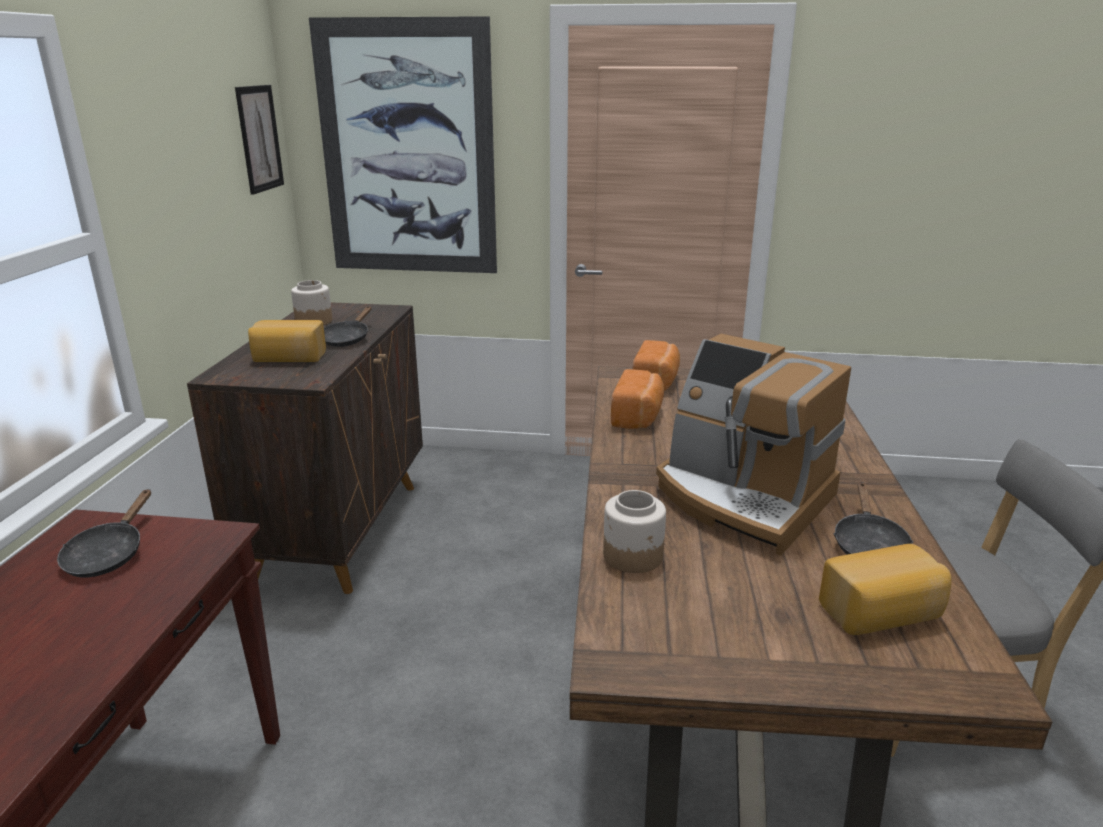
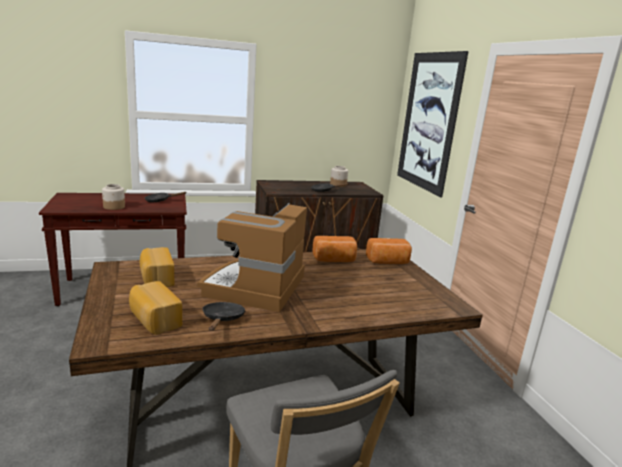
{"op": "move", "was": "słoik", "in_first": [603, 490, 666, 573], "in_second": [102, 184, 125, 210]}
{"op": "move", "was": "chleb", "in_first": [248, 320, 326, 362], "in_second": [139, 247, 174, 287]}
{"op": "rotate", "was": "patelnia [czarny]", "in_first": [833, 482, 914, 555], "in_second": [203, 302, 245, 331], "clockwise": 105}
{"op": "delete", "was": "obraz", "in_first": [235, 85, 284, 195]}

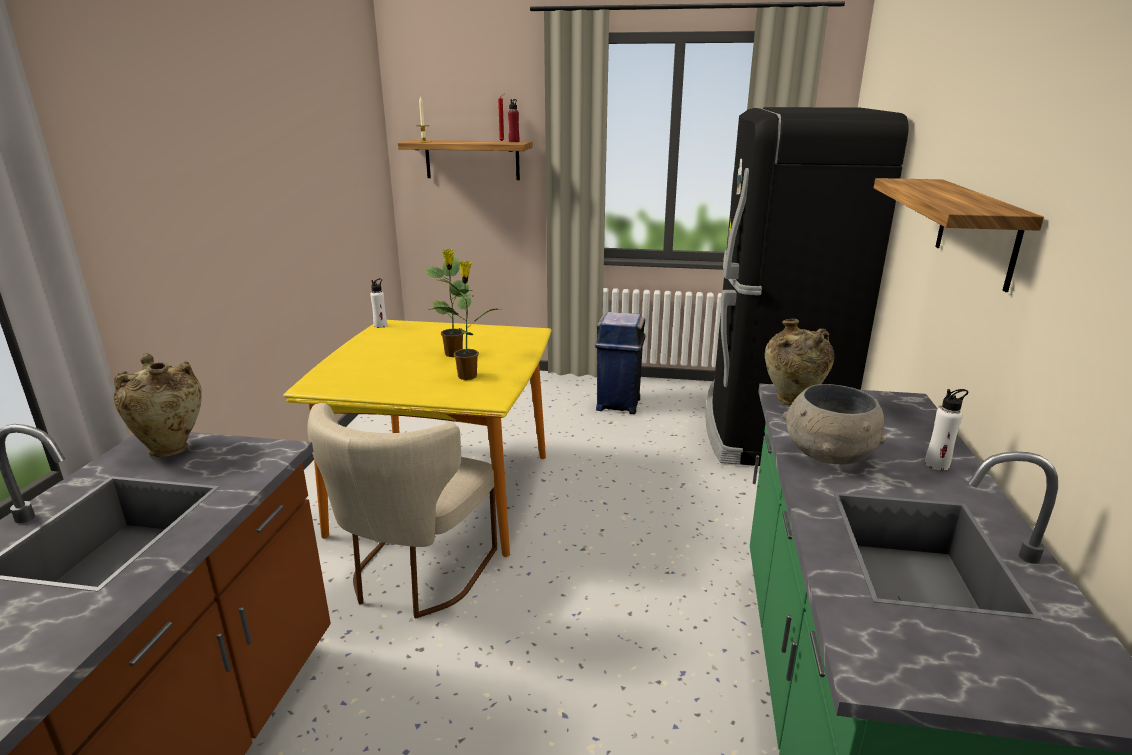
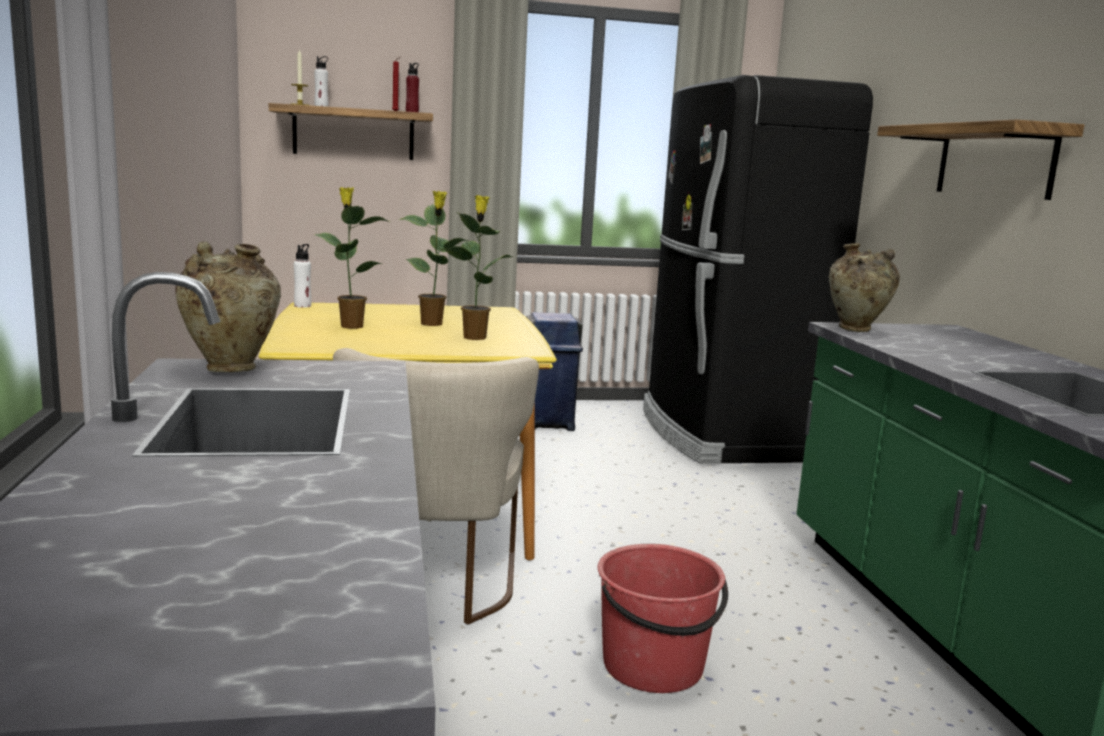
{"op": "move", "was": "butelka [biały]", "in_first": [925, 389, 968, 471], "in_second": [314, 56, 328, 107]}
{"op": "insert", "now": "roślina doniczkowa", "in_second": [315, 187, 391, 329]}
{"op": "insert", "now": "wiadro [czerwony]", "in_second": [598, 544, 728, 693]}
{"op": "delete", "was": "miska [szary]", "in_first": [783, 384, 886, 465]}

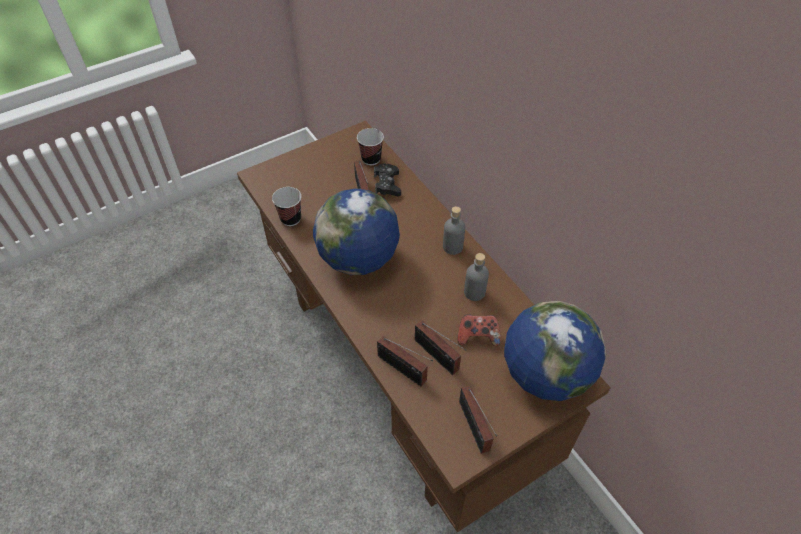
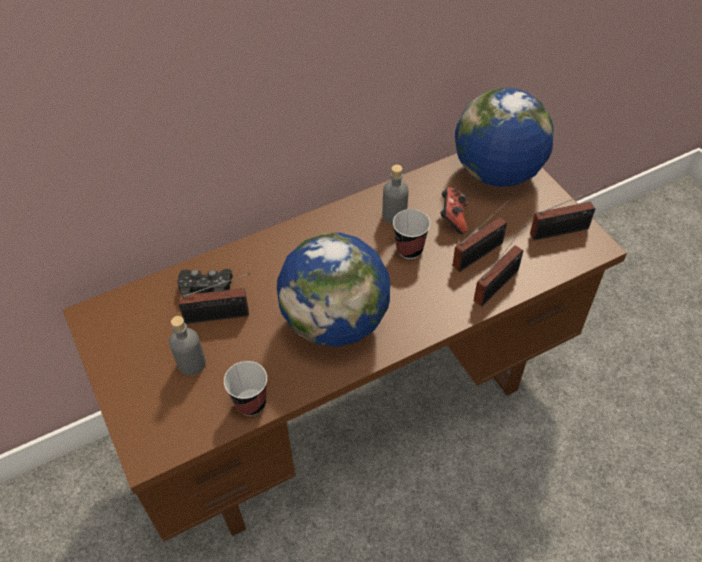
{"op": "move", "was": "butelka [szary]", "in_first": [443, 206, 465, 255], "in_second": [169, 316, 206, 376]}
{"op": "move", "was": "filiżanka", "in_first": [357, 128, 384, 165], "in_second": [393, 209, 430, 259]}

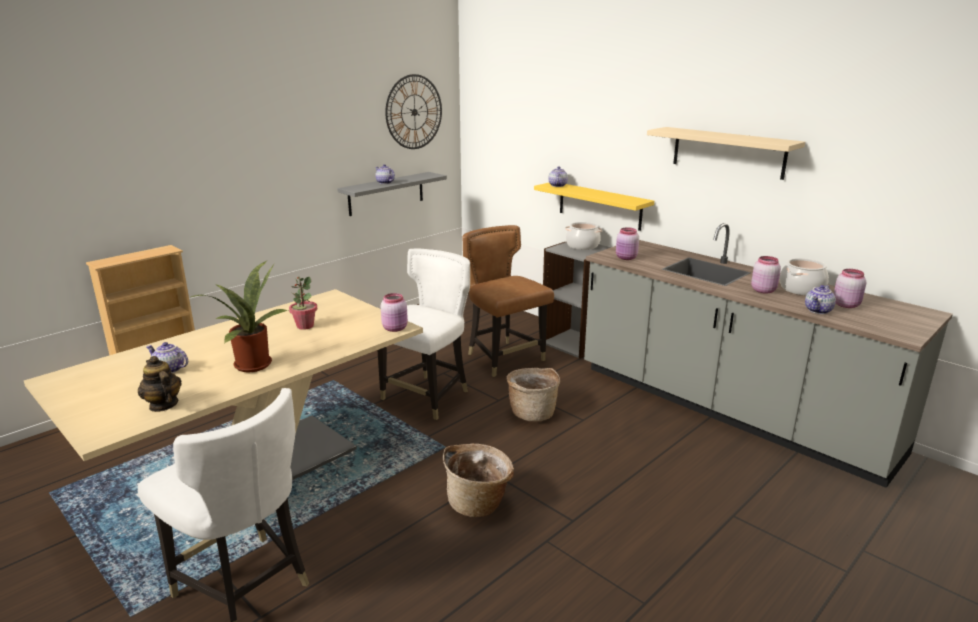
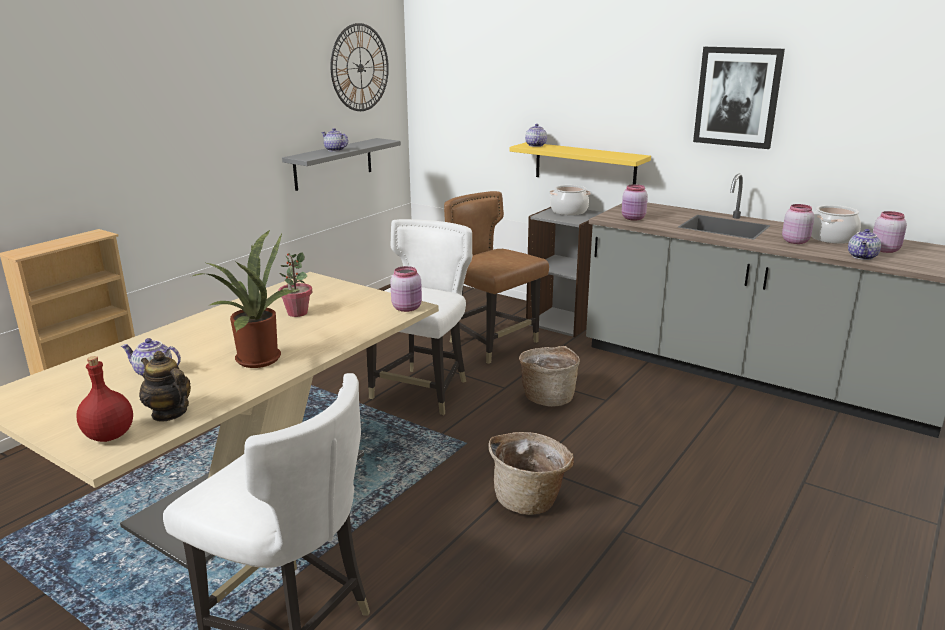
{"op": "insert", "now": "butelka [czerwony]", "in_second": [76, 356, 133, 442]}
{"op": "replace", "was": "półka [beżowy]", "now": "obraz", "in_first": [647, 127, 805, 180], "in_second": [693, 47, 785, 149]}

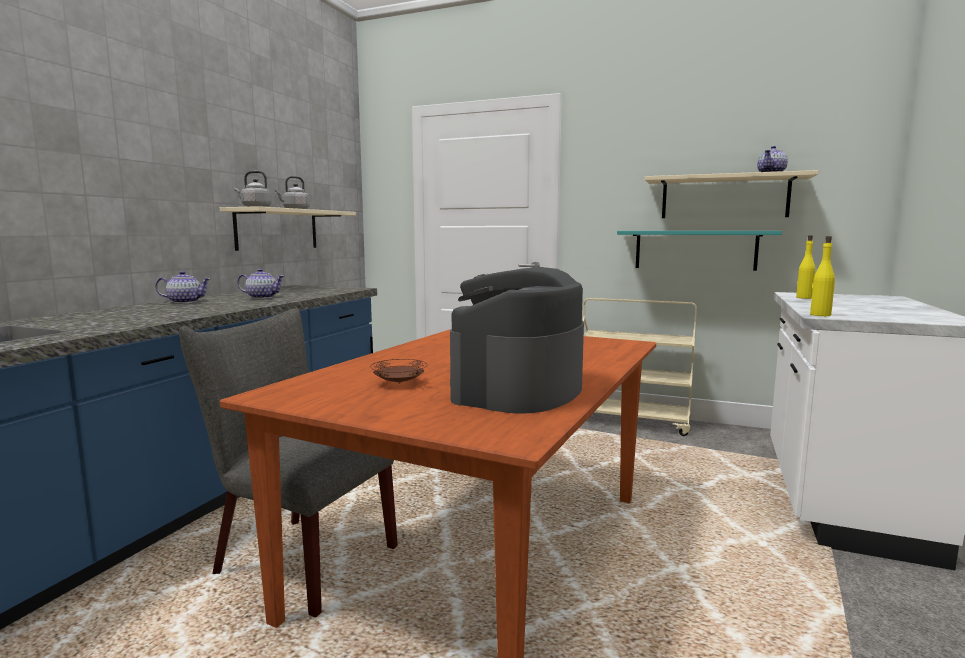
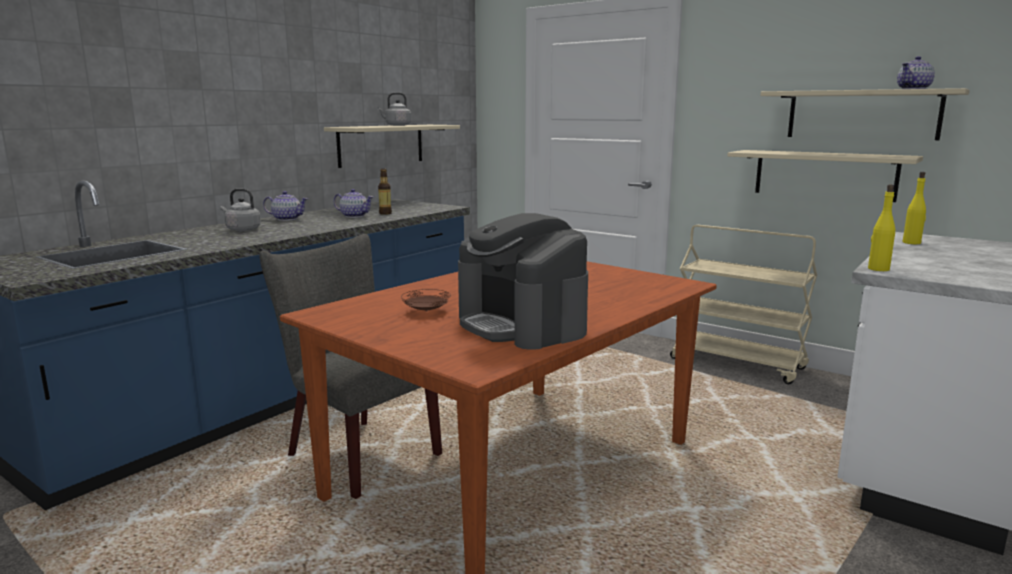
{"op": "move", "was": "czajnik [szary]", "in_first": [234, 171, 272, 207], "in_second": [220, 189, 261, 231]}
{"op": "insert", "now": "butelka", "in_second": [378, 169, 392, 215]}
{"op": "rotate", "was": "ekspres do kawy", "in_first": [450, 267, 584, 414], "in_second": [458, 213, 588, 350], "clockwise": -75}
{"op": "recolor", "was": "półka [turkusowy]", "now": "półka [beżowy]", "in_first": [617, 231, 782, 271], "in_second": [727, 150, 923, 202]}

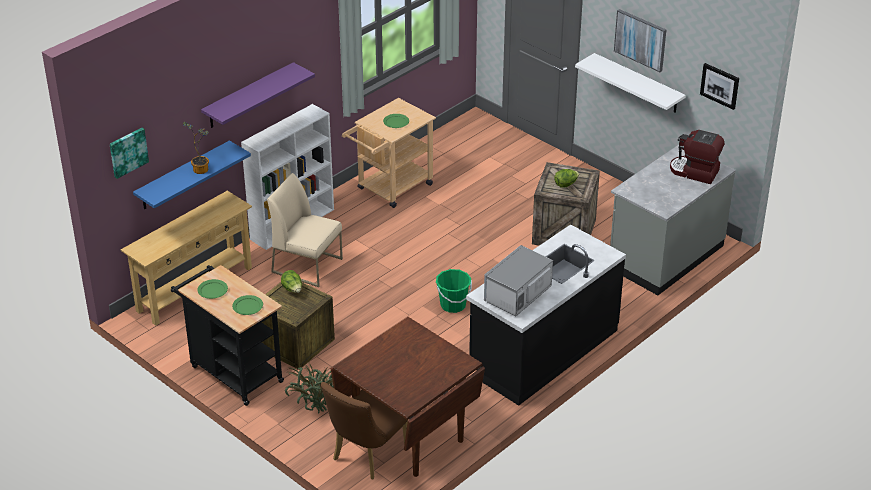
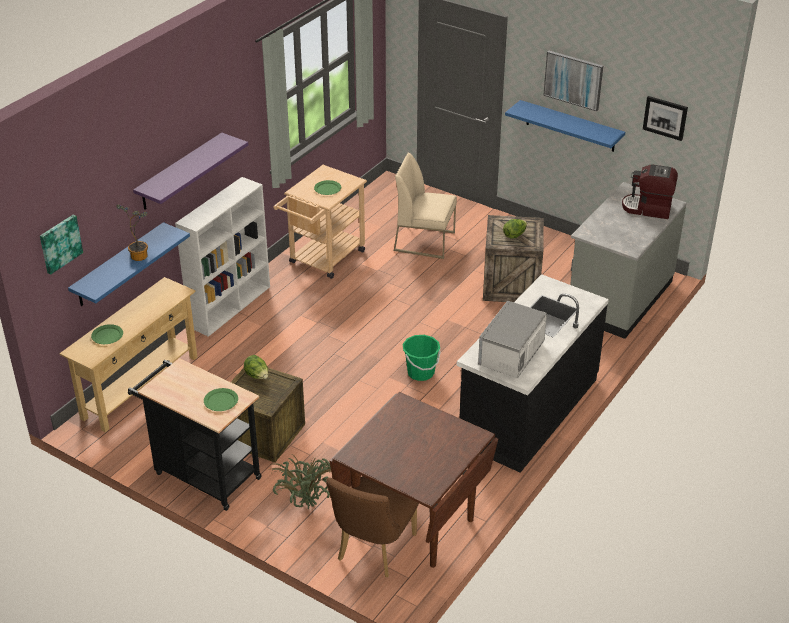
{"op": "move", "was": "talerz [zielony]", "in_first": [197, 279, 228, 299], "in_second": [91, 324, 123, 344]}
{"op": "move", "was": "krzesło [beżowy]", "in_first": [267, 173, 343, 287], "in_second": [394, 152, 457, 259]}
{"op": "recolor", "was": "półka [biały]", "now": "półka [niebieski]", "in_first": [575, 53, 686, 113], "in_second": [505, 100, 625, 152]}

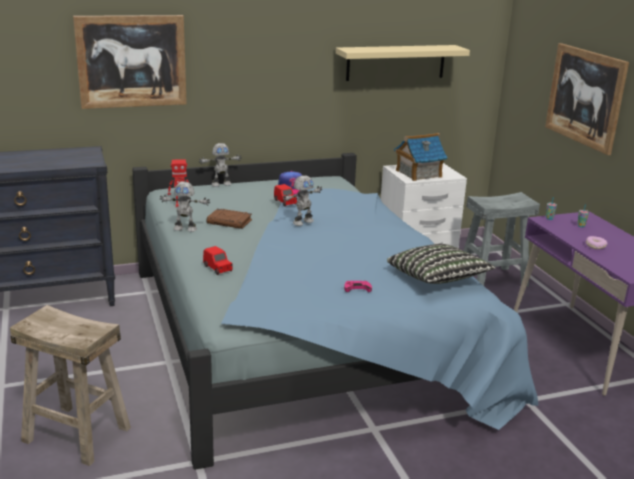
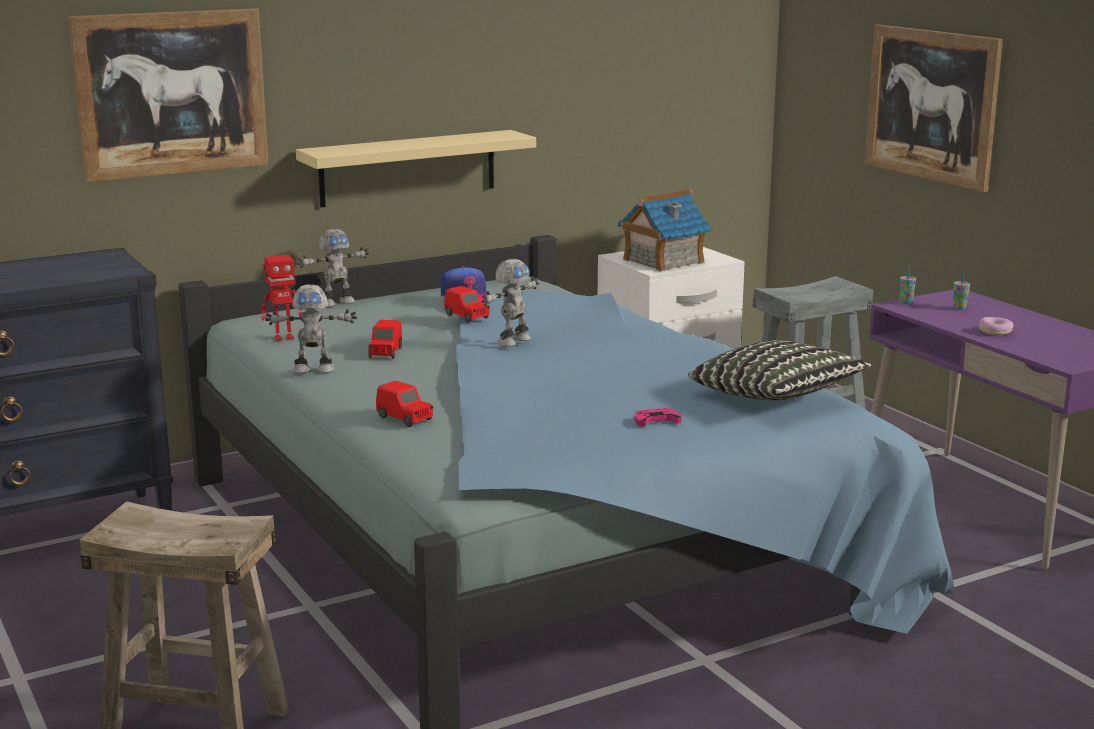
{"op": "move", "was": "półka [beżowy]", "in_first": [336, 45, 470, 81], "in_second": [296, 130, 536, 207]}
{"op": "replace", "was": "książka [brązowy]", "now": "samochodzik [czerwony]", "in_first": [206, 208, 252, 229], "in_second": [368, 320, 402, 359]}

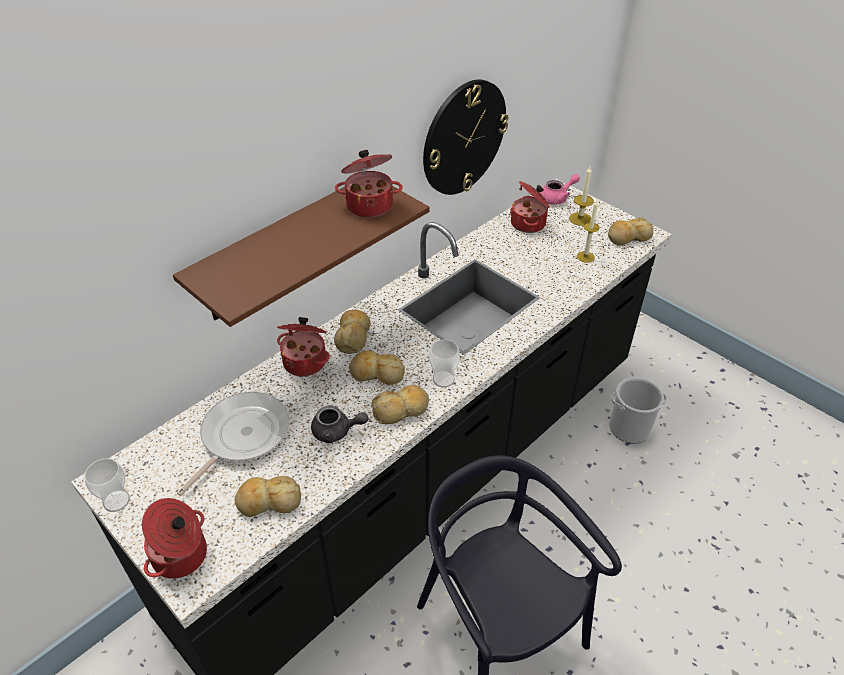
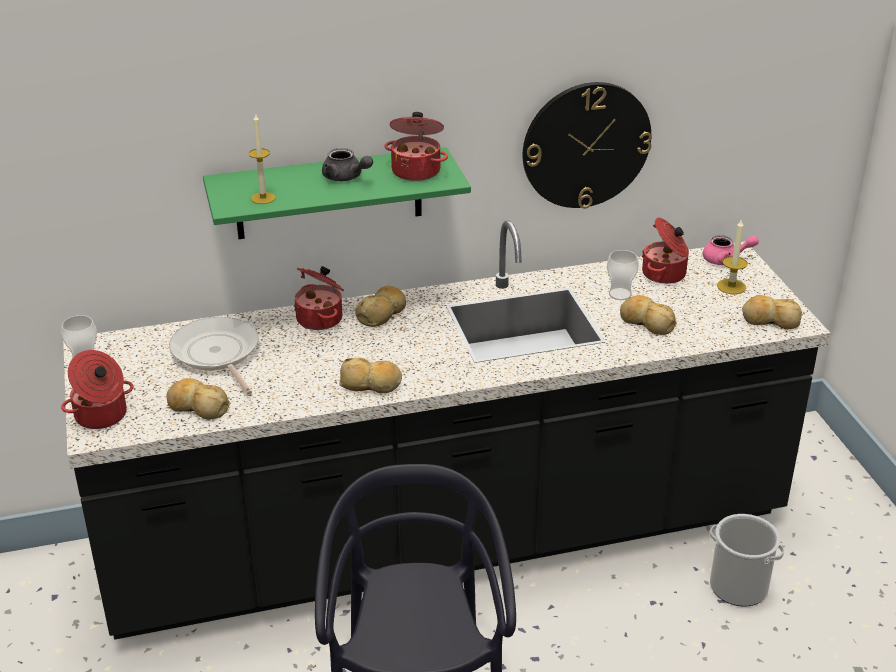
{"op": "rotate", "was": "patelnia", "in_first": [177, 392, 289, 496], "in_second": [169, 317, 259, 395], "clockwise": -90}
{"op": "recolor", "was": "półka [brązowy]", "now": "półka [zielony]", "in_first": [173, 186, 429, 327], "in_second": [203, 147, 471, 239]}
{"op": "move", "was": "świeca", "in_first": [577, 201, 599, 263], "in_second": [249, 113, 275, 204]}
{"op": "move", "was": "imbryk [szary]", "in_first": [311, 406, 368, 443], "in_second": [322, 148, 373, 181]}
{"op": "move", "was": "filiżanka", "in_first": [429, 339, 460, 388], "in_second": [607, 250, 639, 300]}
{"op": "move", "was": "chleb", "in_first": [349, 351, 405, 385], "in_second": [620, 295, 677, 335]}

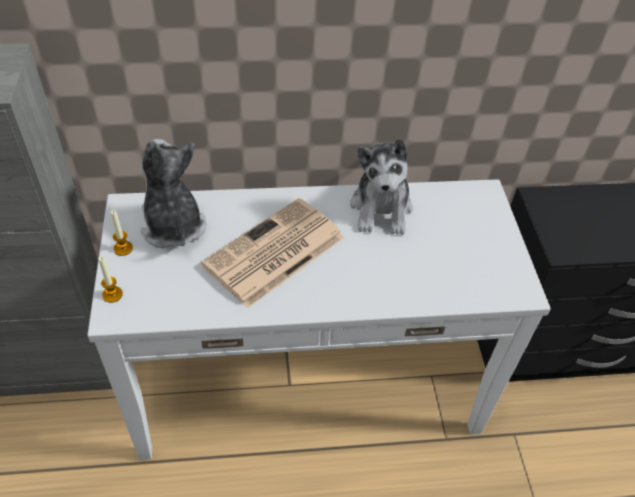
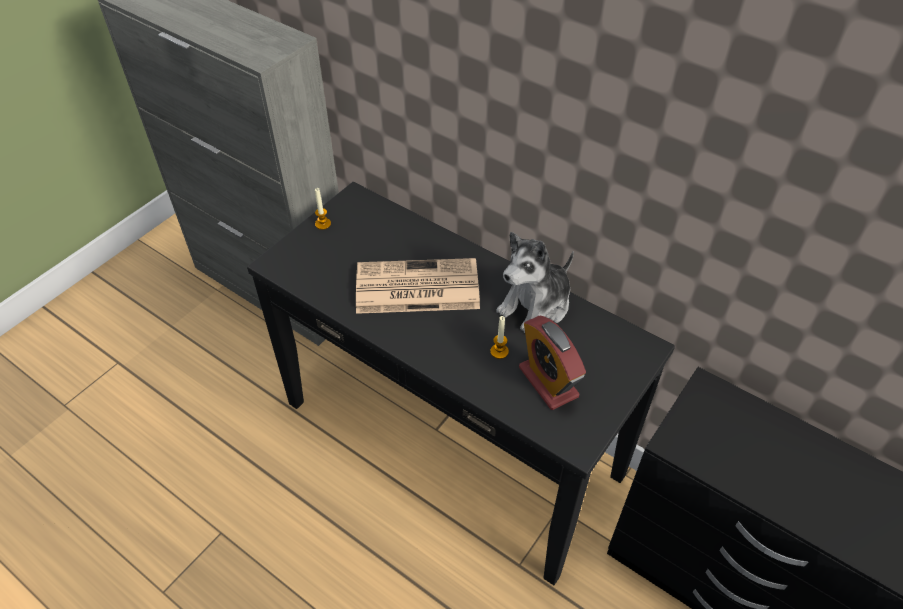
{"op": "recolor", "was": "stolik konsolowy [biały]", "now": "stolik konsolowy [czarny]", "in_first": [87, 179, 551, 460], "in_second": [247, 182, 675, 585]}
{"op": "move", "was": "świeca", "in_first": [98, 256, 123, 303], "in_second": [490, 316, 509, 359]}
{"op": "insert", "now": "budzik", "in_second": [519, 315, 586, 410]}
{"op": "delete", "was": "pluszak", "in_first": [141, 139, 206, 248]}

